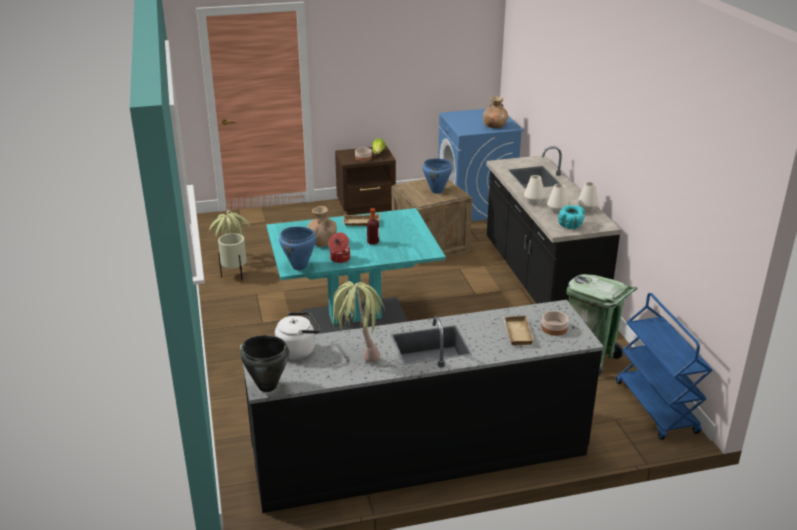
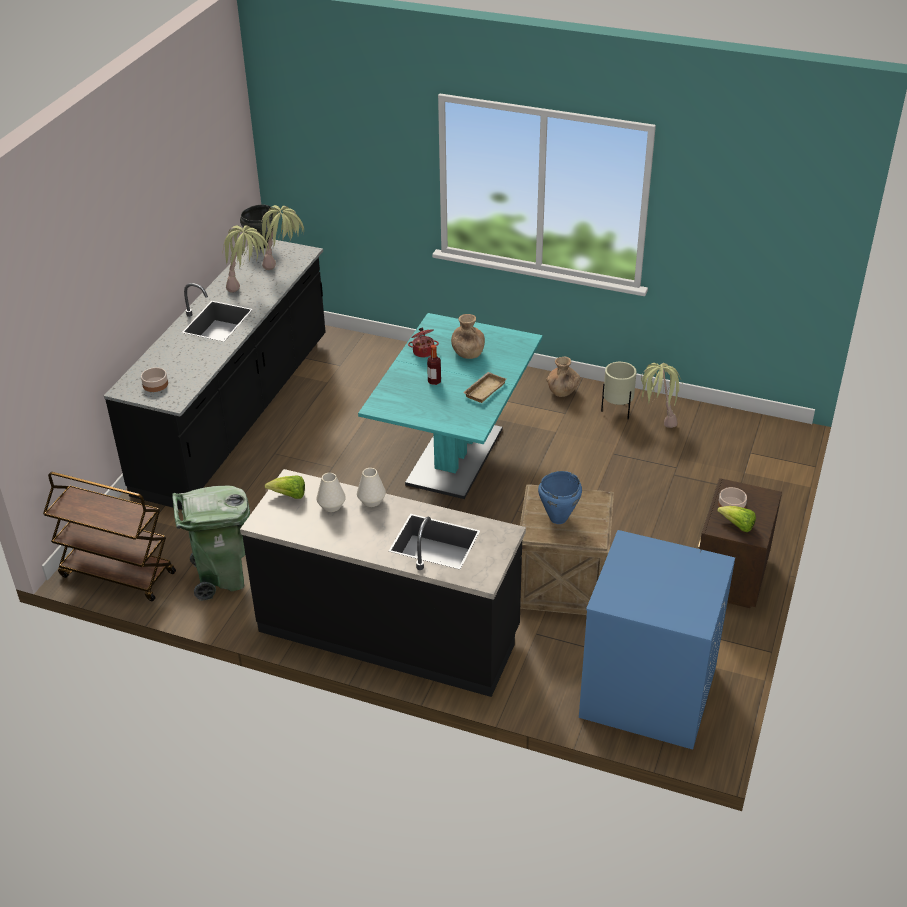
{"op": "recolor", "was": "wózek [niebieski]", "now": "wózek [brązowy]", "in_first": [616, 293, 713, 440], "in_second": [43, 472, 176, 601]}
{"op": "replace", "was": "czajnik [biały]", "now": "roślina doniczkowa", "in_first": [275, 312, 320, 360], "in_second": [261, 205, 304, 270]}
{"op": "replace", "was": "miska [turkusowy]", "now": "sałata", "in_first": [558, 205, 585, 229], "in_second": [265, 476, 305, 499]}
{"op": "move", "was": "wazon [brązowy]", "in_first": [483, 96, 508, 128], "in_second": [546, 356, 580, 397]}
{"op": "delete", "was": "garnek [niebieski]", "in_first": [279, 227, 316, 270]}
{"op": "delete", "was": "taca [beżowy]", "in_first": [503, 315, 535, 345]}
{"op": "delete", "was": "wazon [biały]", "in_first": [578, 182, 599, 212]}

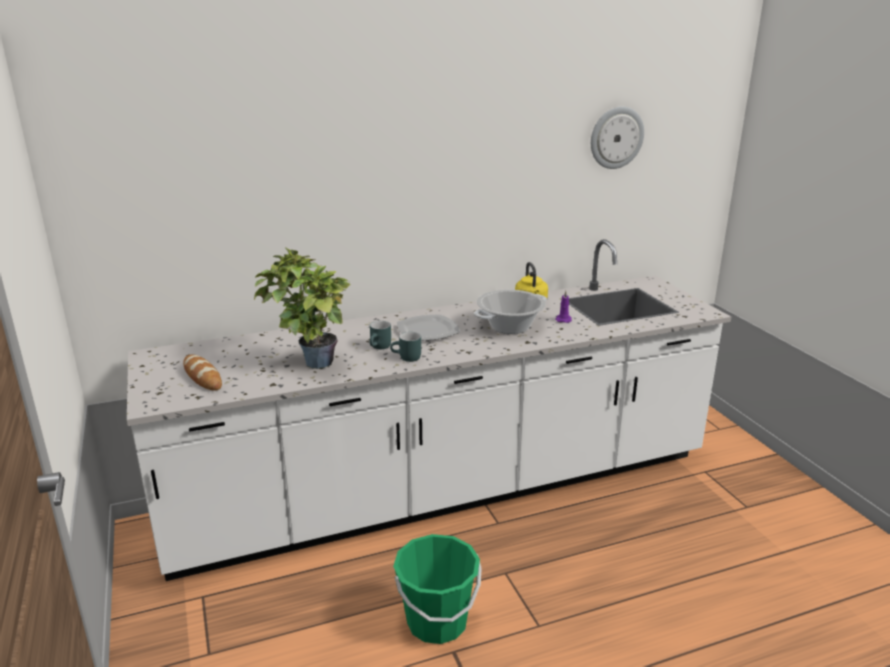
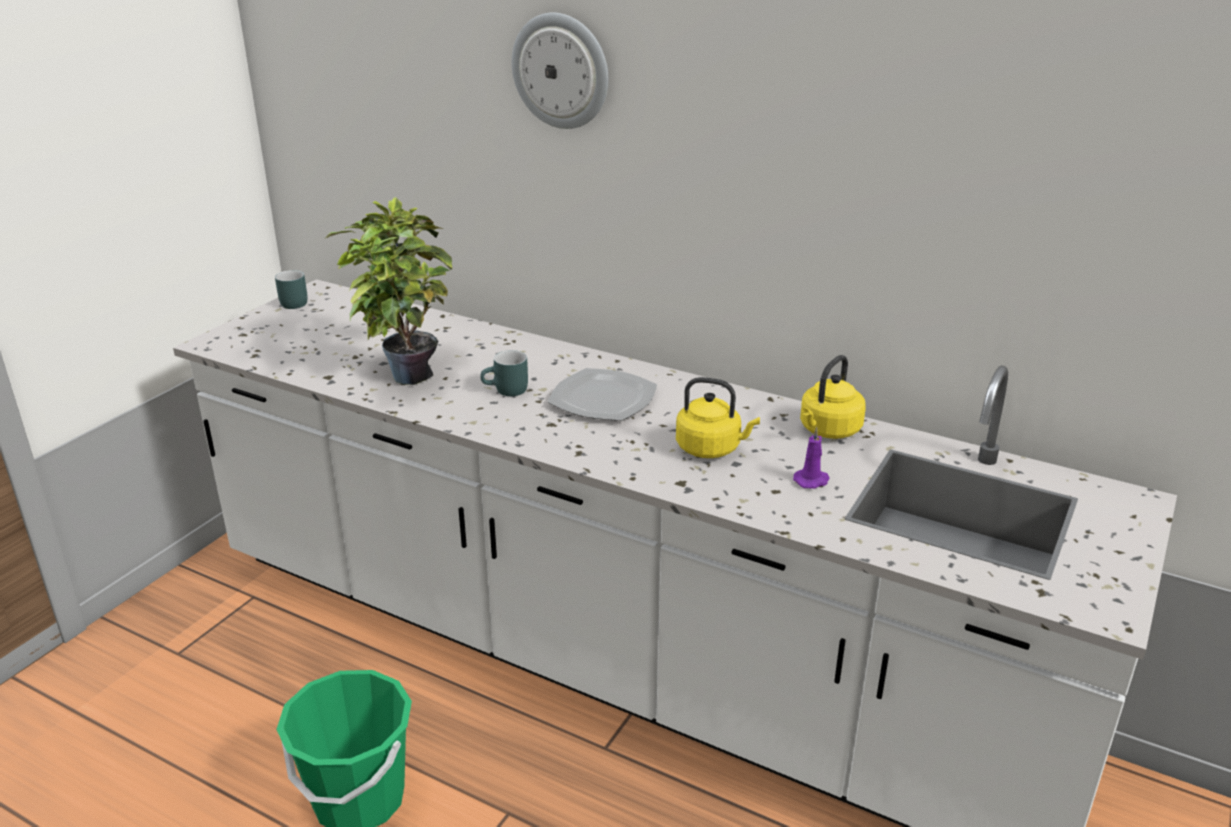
{"op": "move", "was": "kubek [turkusowy]", "in_first": [390, 332, 421, 362], "in_second": [275, 270, 307, 309]}
{"op": "move", "was": "zegar ścienny", "in_first": [591, 106, 644, 169], "in_second": [512, 13, 608, 129]}
{"op": "replace", "was": "garnek", "now": "czajnik [żółty]", "in_first": [474, 290, 547, 334], "in_second": [676, 377, 760, 458]}
{"op": "delete", "was": "chleb", "in_first": [183, 355, 222, 391]}

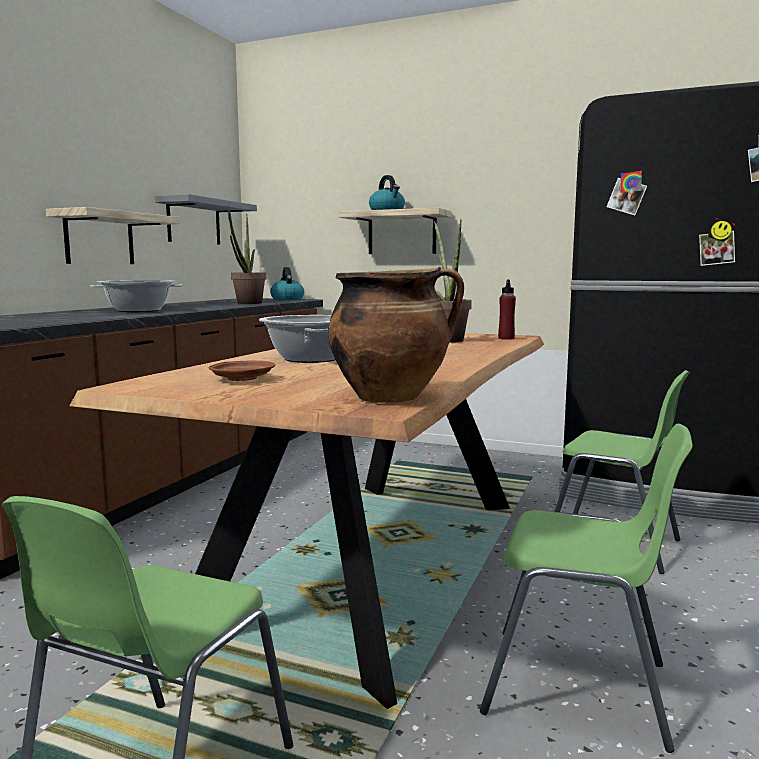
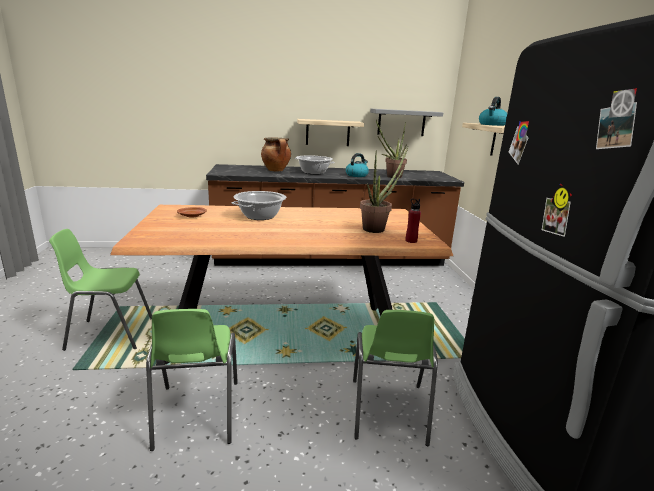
{"op": "move", "was": "garnek", "in_first": [328, 267, 464, 403], "in_second": [261, 138, 291, 171]}
{"op": "move", "was": "czajnik", "in_first": [270, 267, 304, 300], "in_second": [346, 153, 369, 177]}

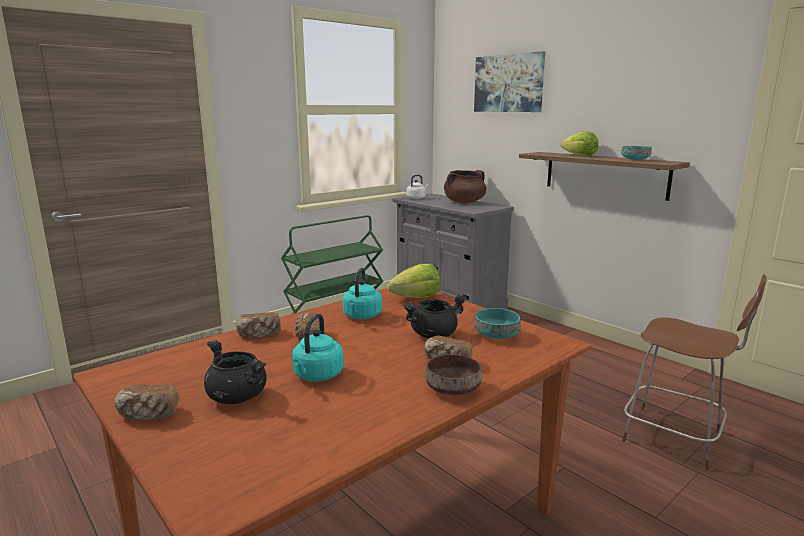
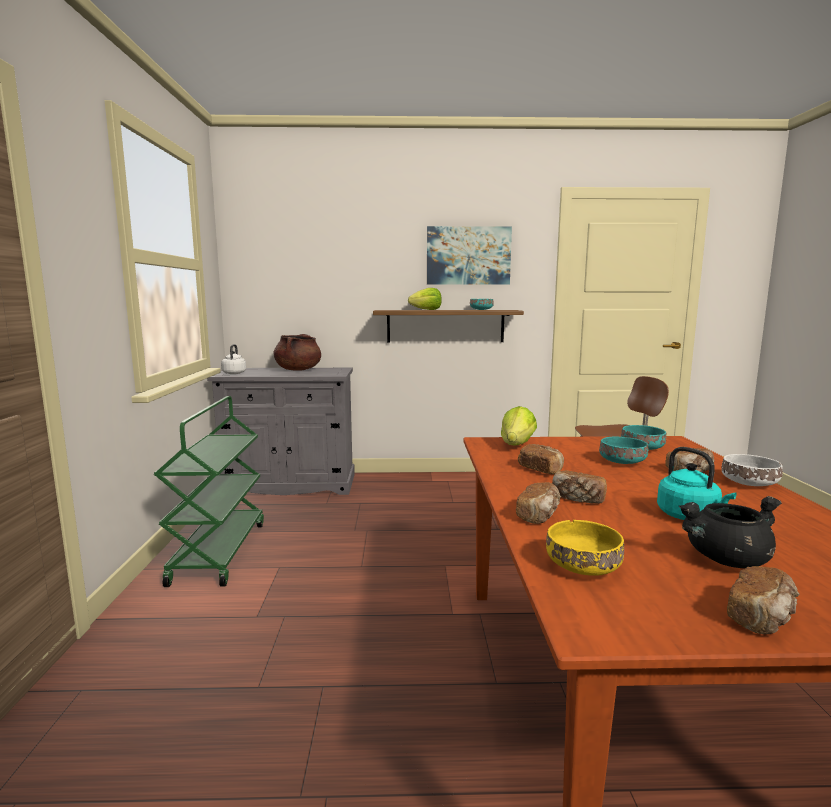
{"op": "move", "was": "obraz", "in_first": [474, 51, 545, 112], "in_second": [427, 226, 512, 285]}
{"op": "replace", "was": "czajnik [turkusowy]", "now": "chleb", "in_first": [343, 268, 382, 319], "in_second": [518, 444, 564, 474]}
{"op": "insert", "now": "miska [żółty]", "in_second": [546, 520, 624, 576]}
{"op": "replace", "was": "garnek [czarny]", "now": "miska [turkusowy]", "in_first": [404, 295, 467, 339], "in_second": [599, 437, 649, 464]}
{"op": "recolor", "was": "miska [brązowy]", "now": "miska [biały]", "in_first": [425, 354, 482, 395], "in_second": [721, 454, 783, 486]}

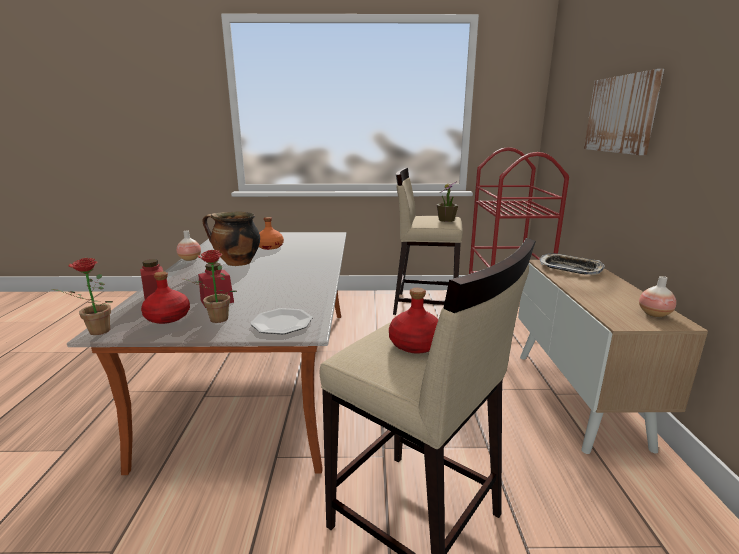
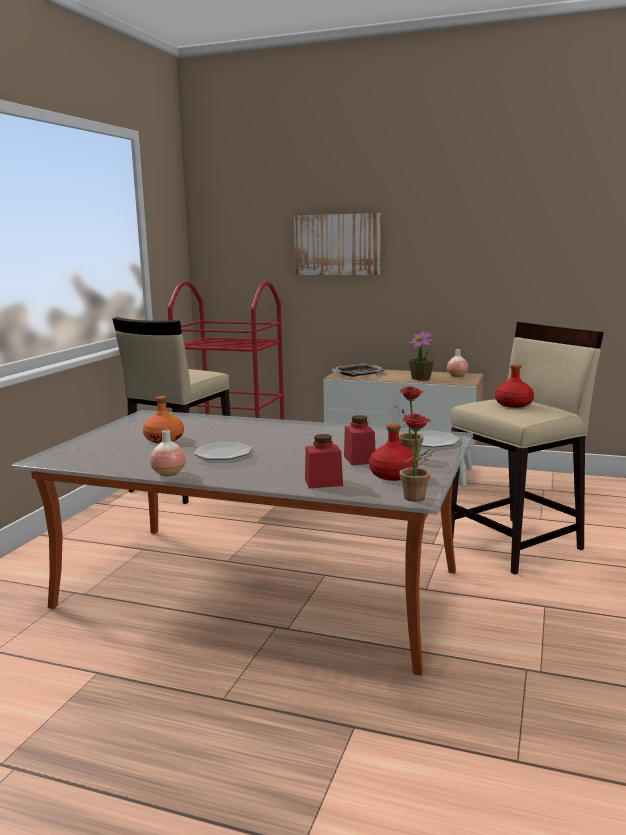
{"op": "replace", "was": "garnek", "now": "talerz", "in_first": [202, 212, 260, 266], "in_second": [194, 442, 252, 460]}
{"op": "move", "was": "roślina doniczkowa", "in_first": [437, 182, 458, 222], "in_second": [409, 331, 434, 380]}

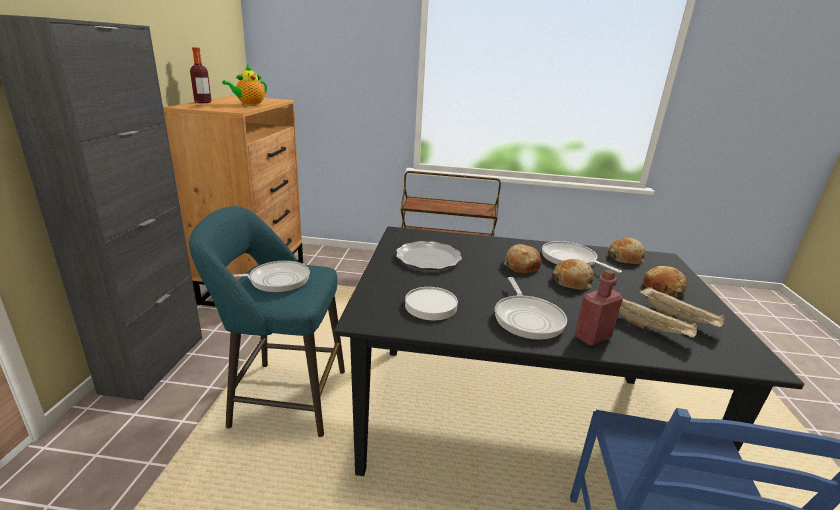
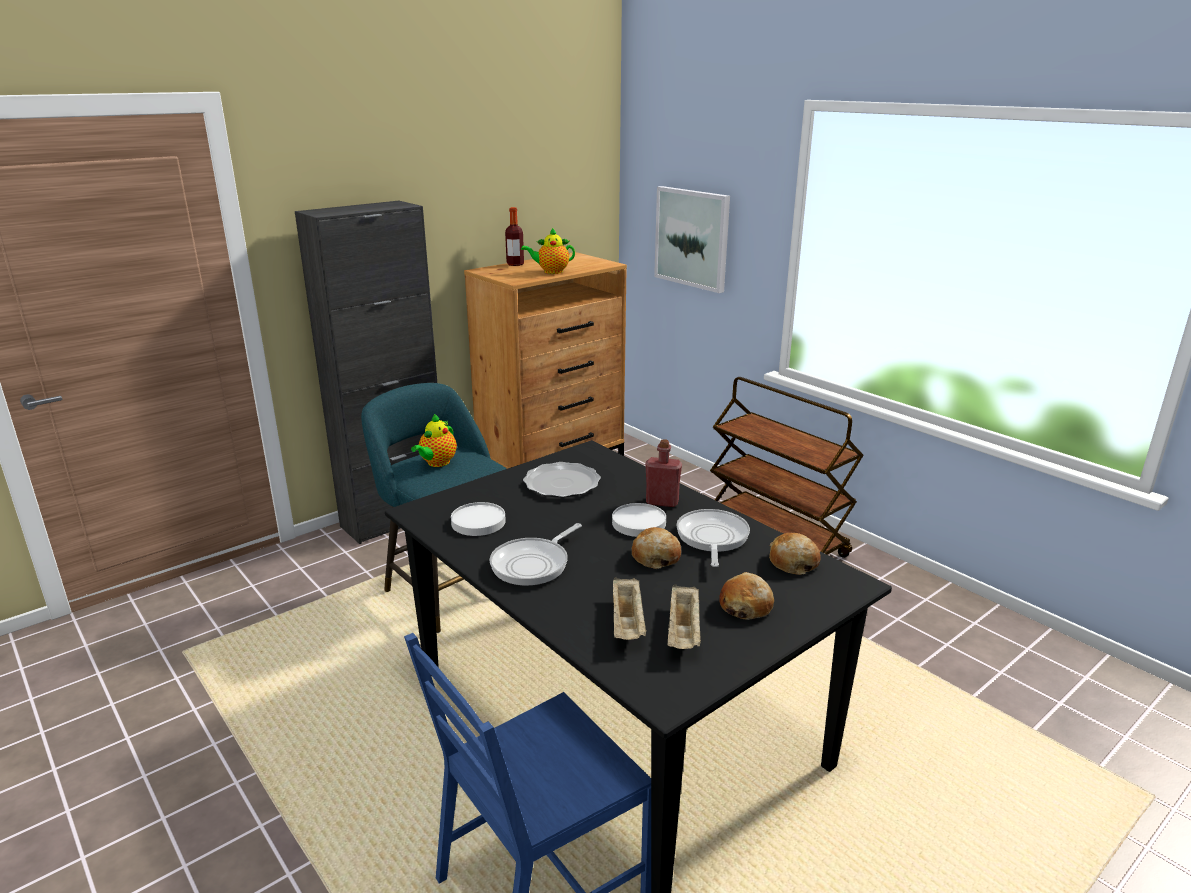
{"op": "replace", "was": "patelnia", "now": "imbryk", "in_first": [233, 261, 310, 292], "in_second": [411, 414, 457, 467]}
{"op": "replace", "was": "chleb", "now": "talerz [biały]", "in_first": [504, 244, 542, 273], "in_second": [612, 503, 666, 537]}
{"op": "move", "was": "butelka [czerwony]", "in_first": [575, 270, 623, 346], "in_second": [645, 439, 682, 507]}
{"op": "insert", "now": "obraz", "in_second": [654, 186, 730, 293]}

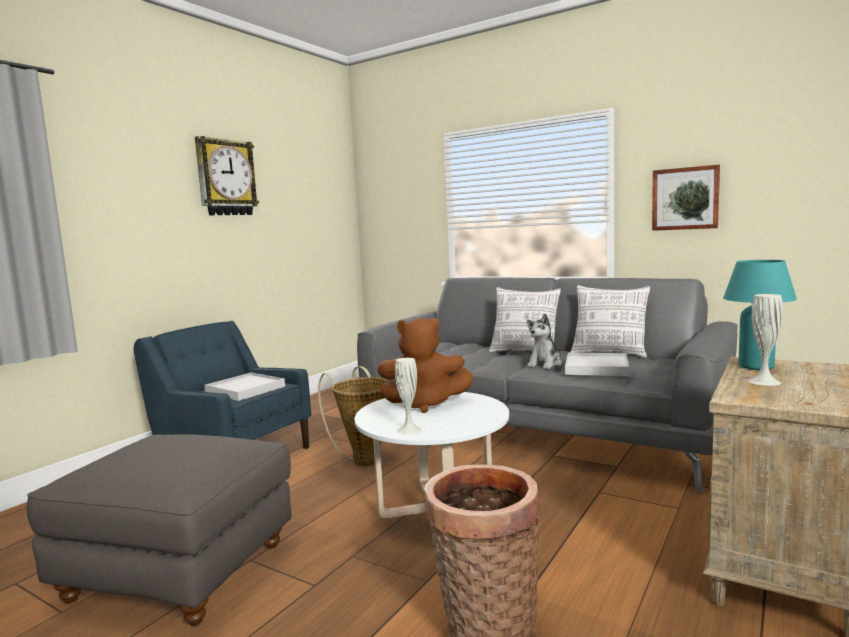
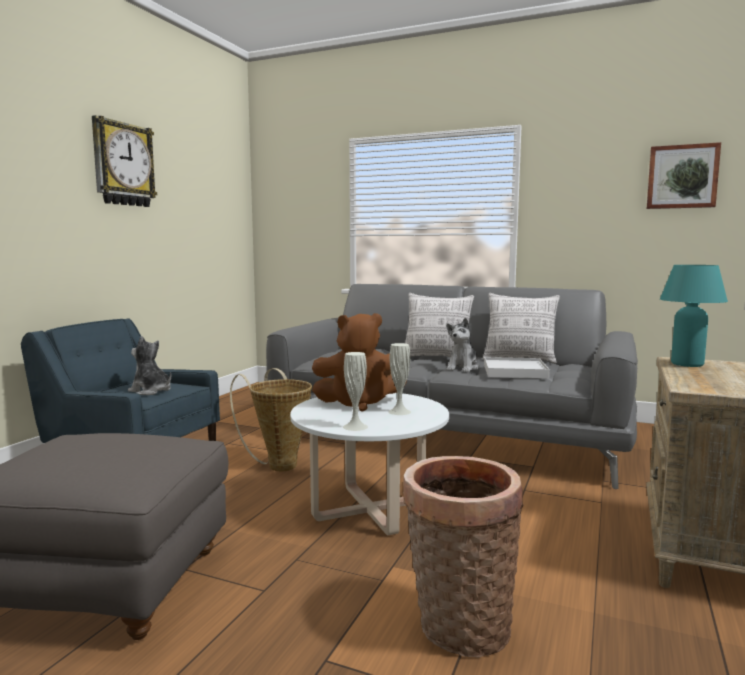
{"op": "replace", "was": "taca [biały]", "now": "pluszak", "in_first": [205, 372, 285, 401], "in_second": [128, 336, 171, 395]}
{"op": "move", "was": "wazon [biały]", "in_first": [747, 294, 783, 386], "in_second": [388, 343, 411, 415]}
{"op": "move", "was": "obraz", "in_first": [652, 164, 720, 231], "in_second": [647, 142, 721, 209]}

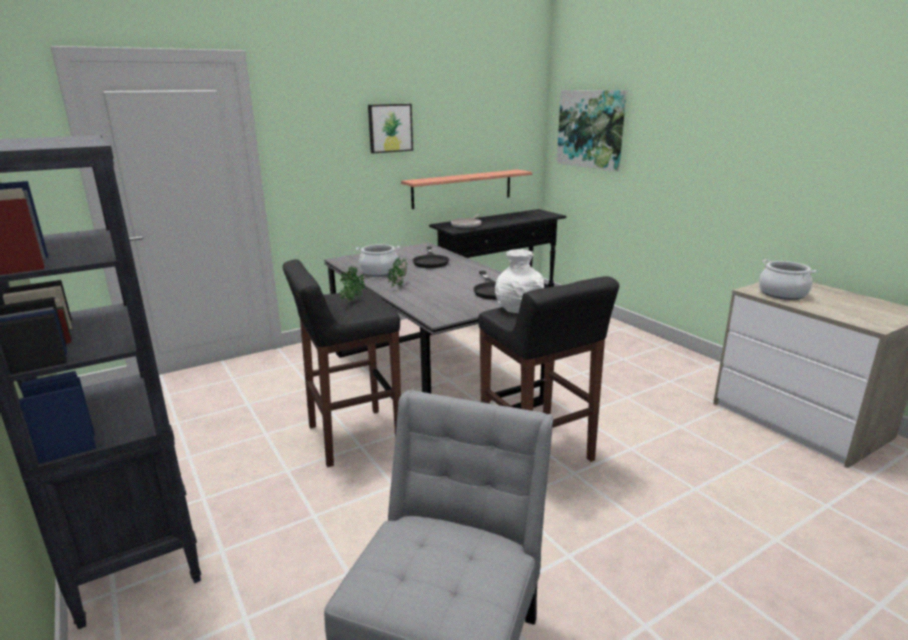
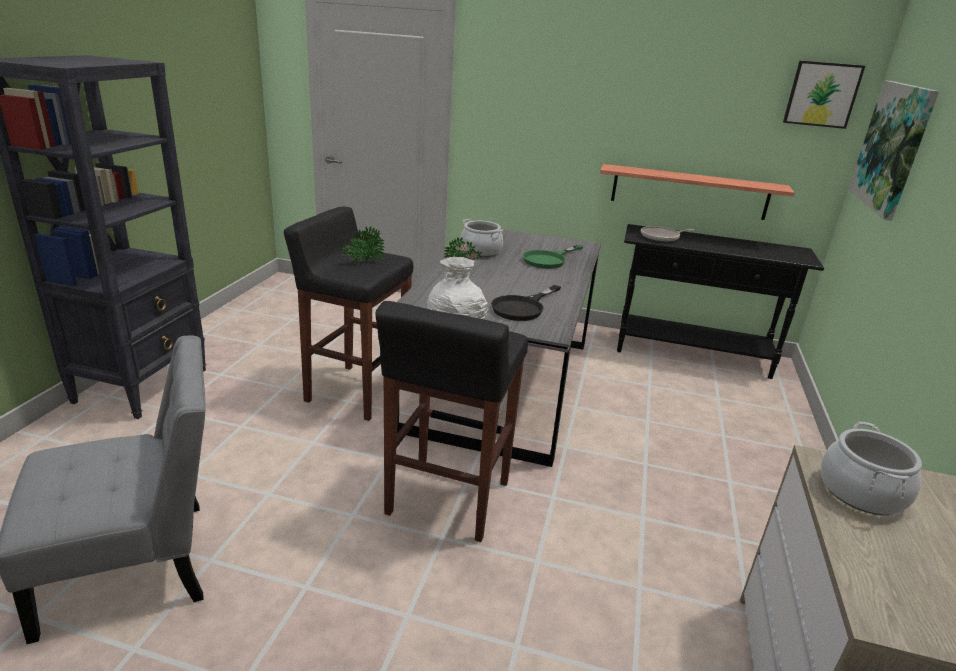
{"op": "recolor", "was": "patelnia [czarny]", "now": "patelnia [zielony]", "in_first": [413, 246, 449, 268], "in_second": [523, 245, 583, 269]}
{"op": "move", "was": "obraz", "in_first": [368, 104, 413, 153], "in_second": [783, 61, 865, 129]}

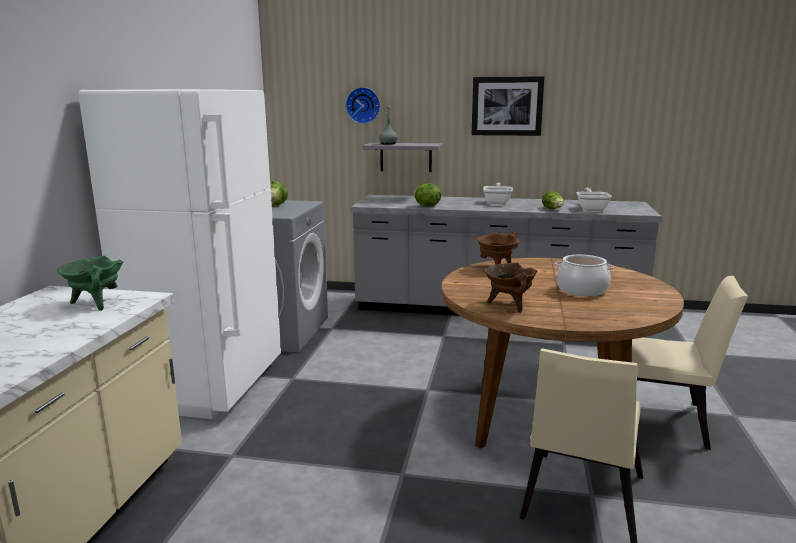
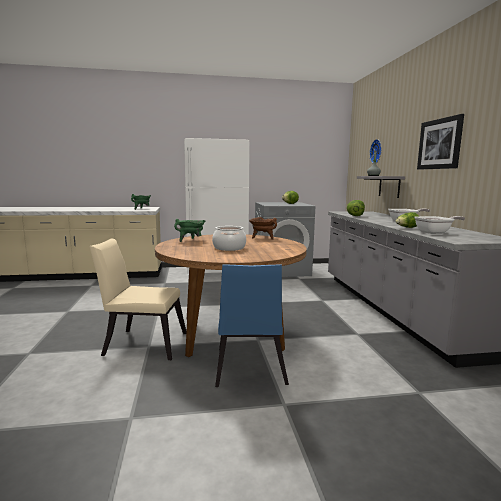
{"op": "recolor", "was": "garnek [brązowy]", "now": "garnek [zielony]", "in_first": [484, 263, 537, 313], "in_second": [174, 219, 206, 242]}
{"op": "recolor", "was": "krzesło [beżowy]", "now": "krzesło [niebieski]", "in_first": [632, 276, 748, 450], "in_second": [215, 264, 289, 387]}

